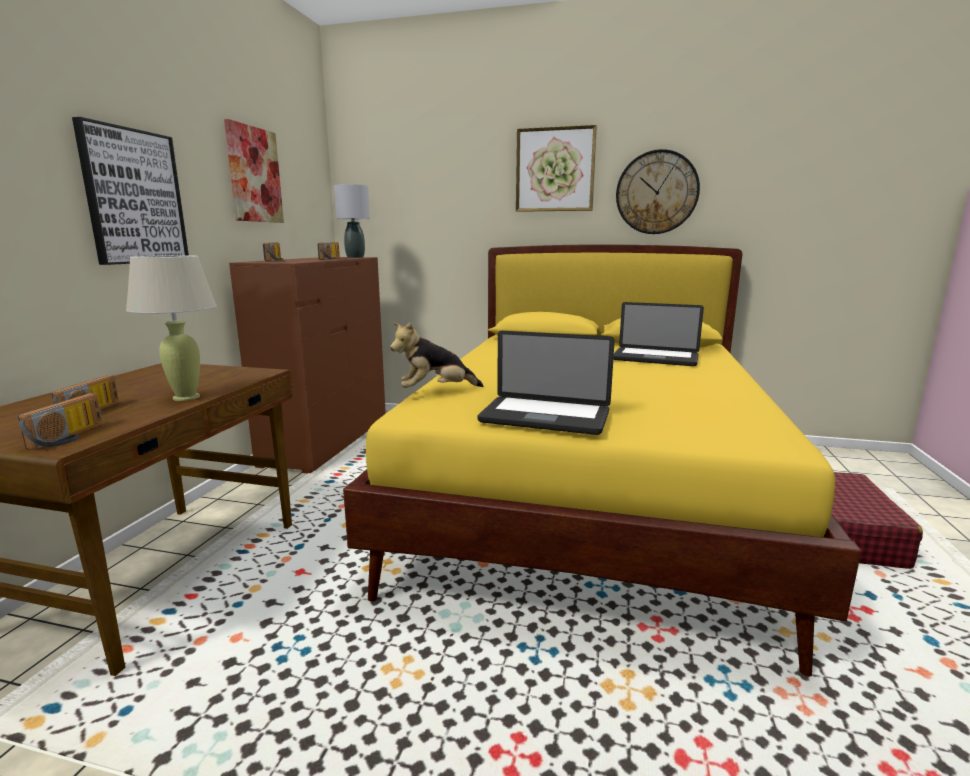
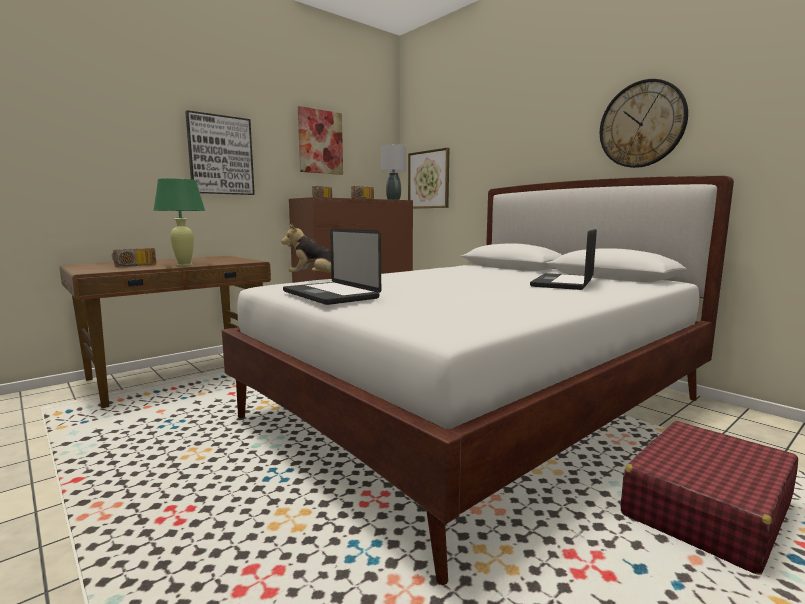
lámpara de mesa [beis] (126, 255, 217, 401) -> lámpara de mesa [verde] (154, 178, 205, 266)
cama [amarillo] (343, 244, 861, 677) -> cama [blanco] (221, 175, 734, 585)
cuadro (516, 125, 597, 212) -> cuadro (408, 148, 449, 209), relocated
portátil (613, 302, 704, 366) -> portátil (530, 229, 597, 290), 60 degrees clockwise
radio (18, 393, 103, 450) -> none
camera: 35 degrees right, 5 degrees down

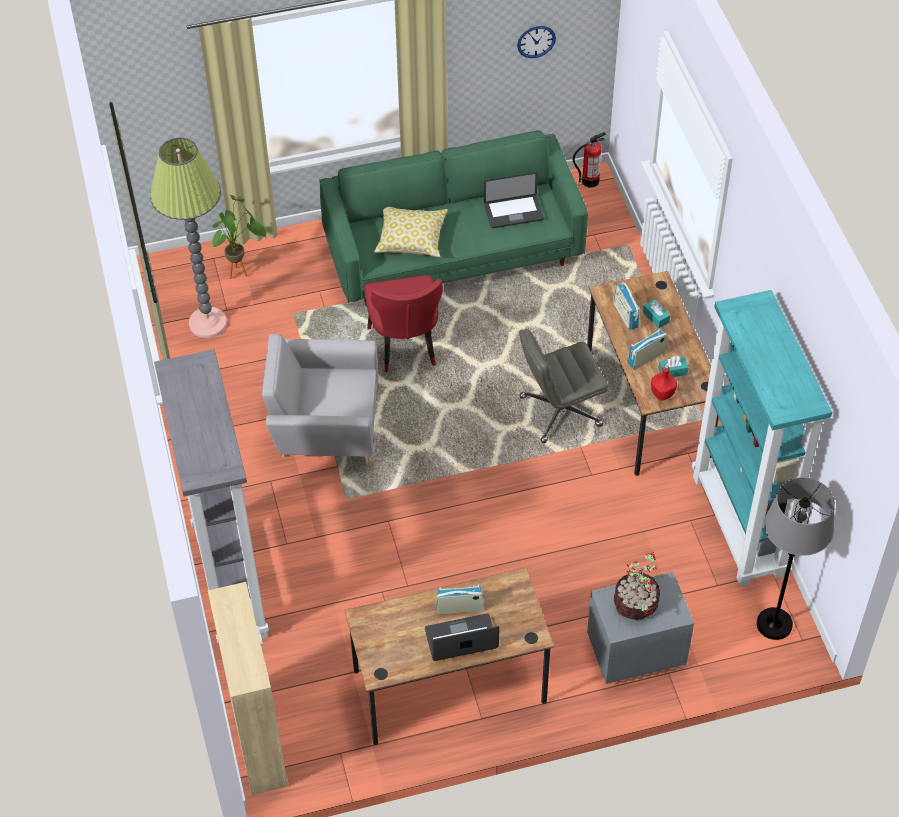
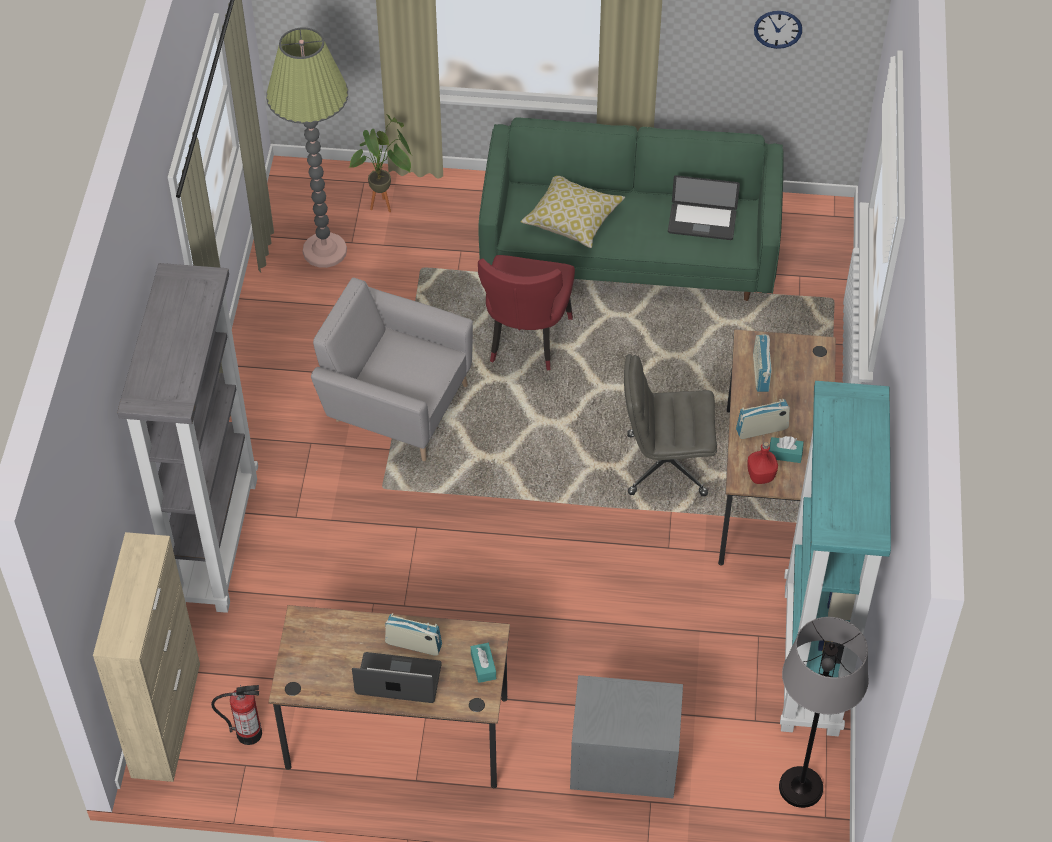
extintor (573, 132, 606, 188) -> extintor (211, 685, 262, 745), relocated
caja de pañuelos [turquesa] (643, 299, 670, 328) -> caja de pañuelos [turquesa] (471, 643, 496, 683), relocated
planta en maceta (614, 552, 660, 620) -> none
camera: 20 degrees right, 0 degrees up

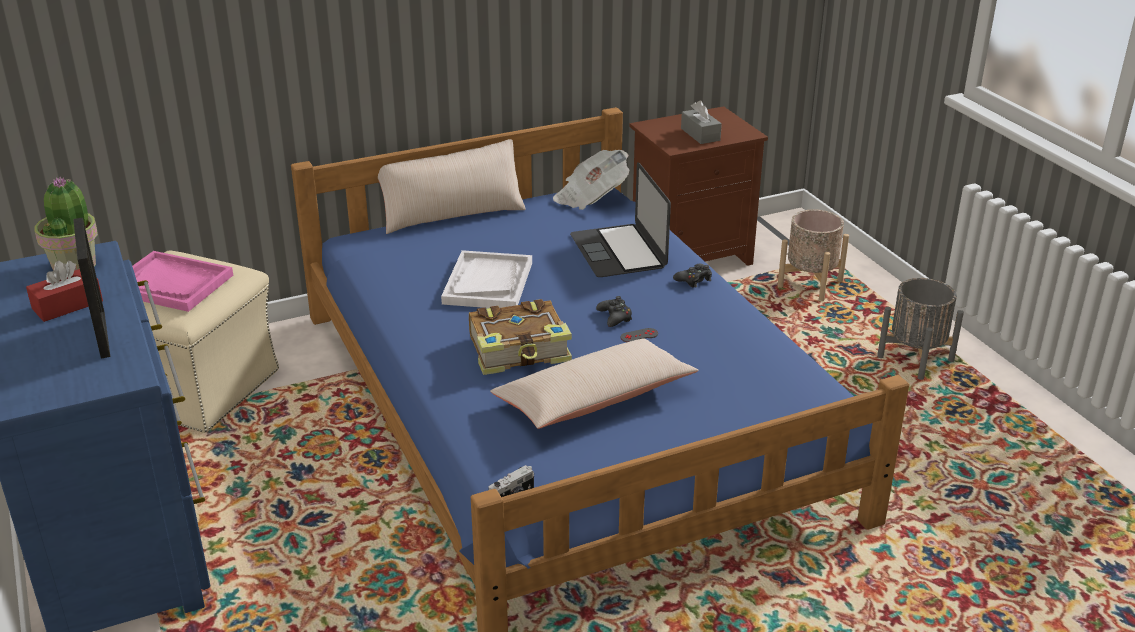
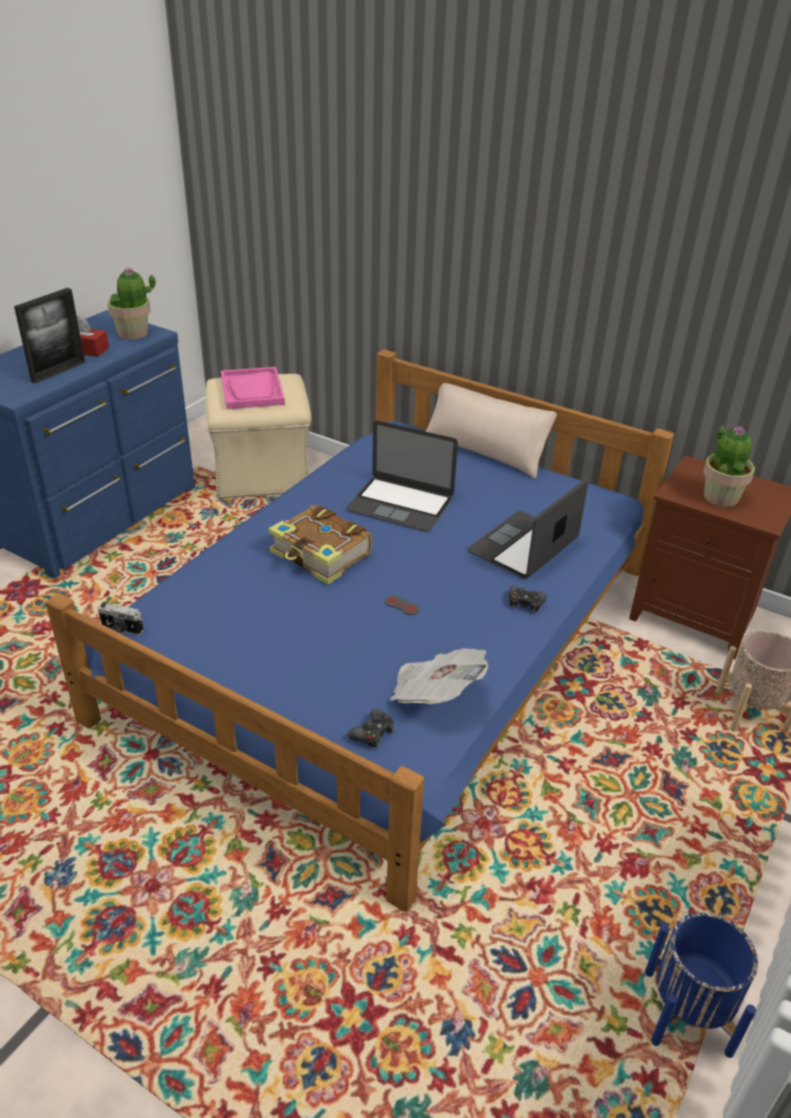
bandeja [blanco] (441, 250, 532, 308) -> portátil (346, 421, 458, 532)
mando de consola [negro] (596, 296, 632, 327) -> mando de consola [negro] (347, 709, 394, 748), relocated
periódico (553, 150, 629, 210) -> periódico (390, 648, 489, 704), relocated
none -> maceta [azul] (645, 912, 758, 1058)
caja de pañuelos [gris] (681, 101, 722, 144) -> planta en maceta (703, 426, 755, 507)
cojín [beis] (490, 338, 698, 429) -> none
maceta [gris] (877, 278, 964, 380) -> none
camera: 55 degrees right, 5 degrees up

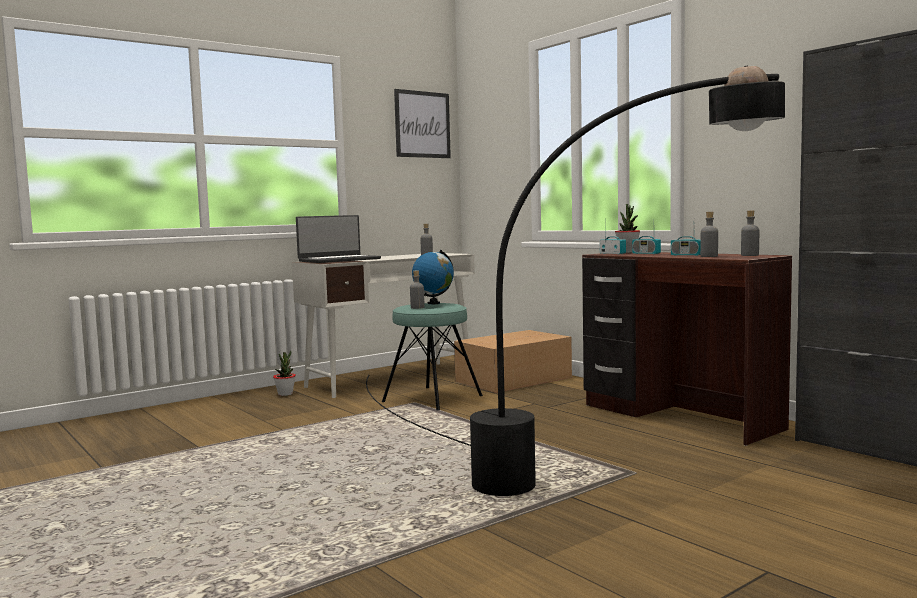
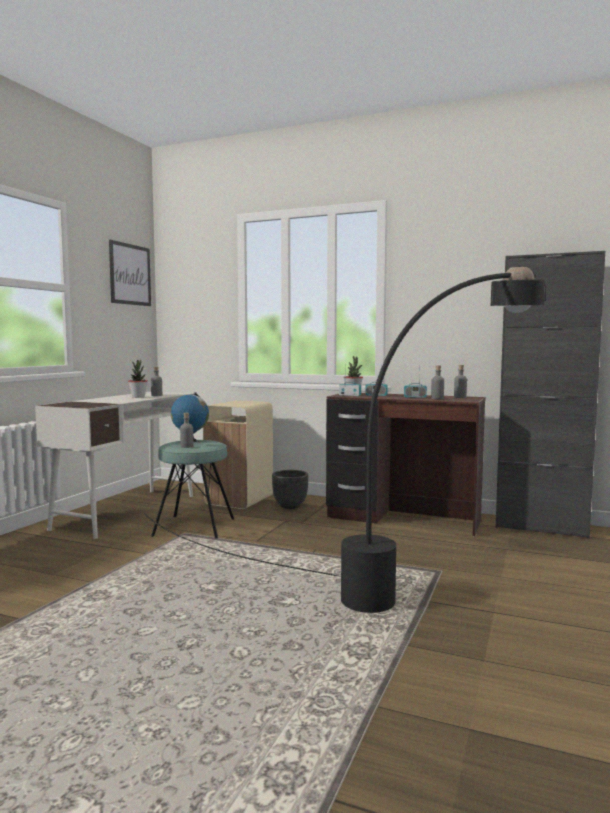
planta en maceta (273, 351, 296, 396) -> planta en maceta (128, 360, 148, 398), relocated
caja de cartón (454, 330, 572, 393) -> papelera [beis] (203, 400, 273, 509)
none -> maceta [negro] (272, 470, 308, 509)
portátil (296, 215, 381, 263) -> none
camera: 30 degrees left, 0 degrees up

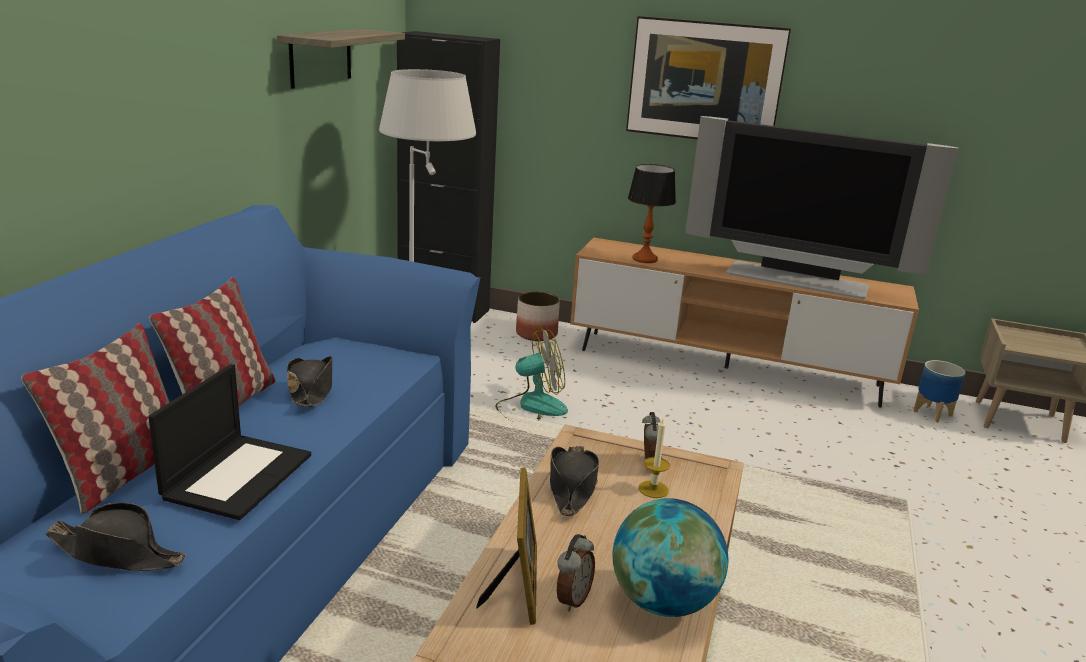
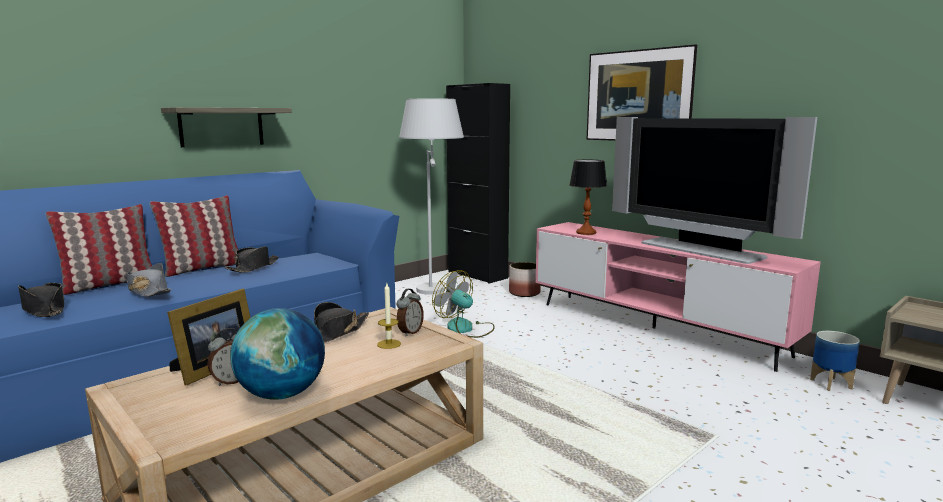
portátil (148, 364, 311, 520) -> sombrero [gris] (127, 263, 171, 297)
estante (277, 29, 405, 89) -> estante (161, 107, 292, 147), relocated
ventilador (496, 327, 568, 423) -> ventilador (432, 270, 495, 338), 150 degrees counterclockwise
mueble de televisión [marrón] (570, 237, 919, 407) -> mueble de televisión [rosa] (536, 222, 821, 372)
camera: 30 degrees right, 10 degrees down

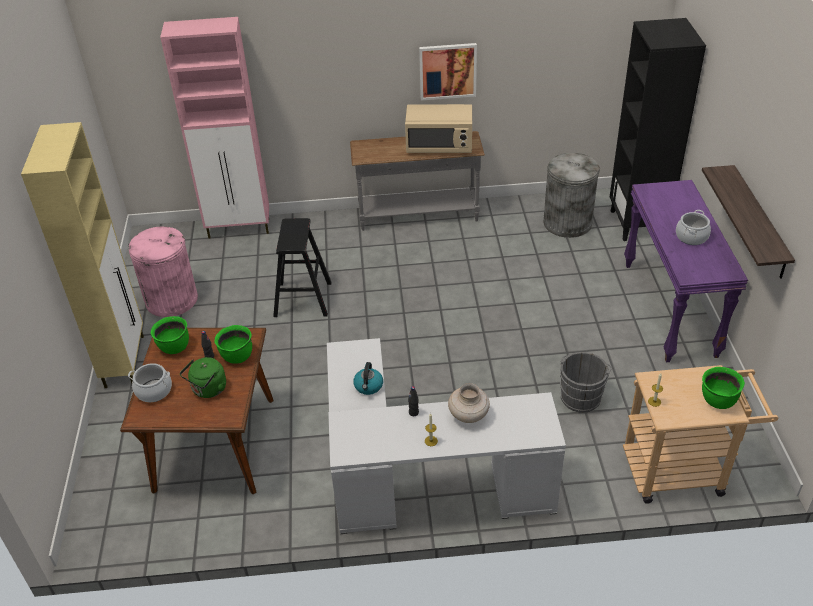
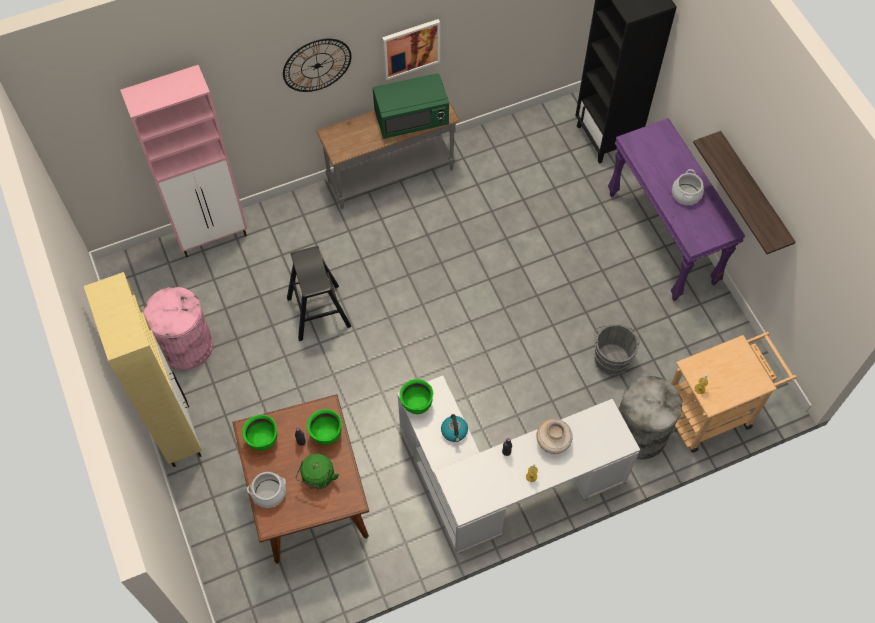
none -> reloj de pared (283, 39, 352, 92)
microondas [beis] (405, 104, 472, 153) -> microondas [verde] (373, 73, 449, 139)
olla [verde] (702, 367, 745, 409) -> olla [verde] (400, 379, 433, 414), relocated
papelera [gris] (543, 153, 600, 238) -> papelera [gris] (619, 376, 683, 459), relocated
camera: 20 degrees left, 20 degrees up

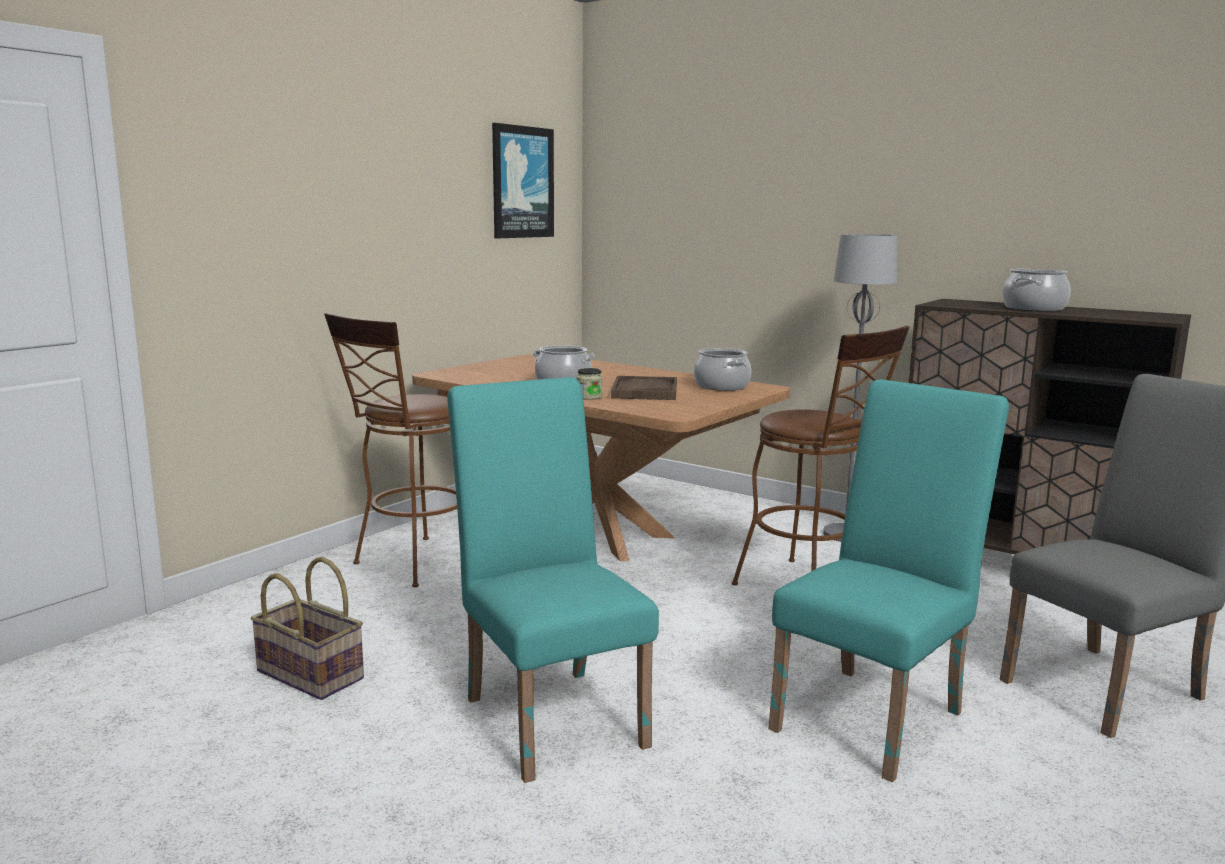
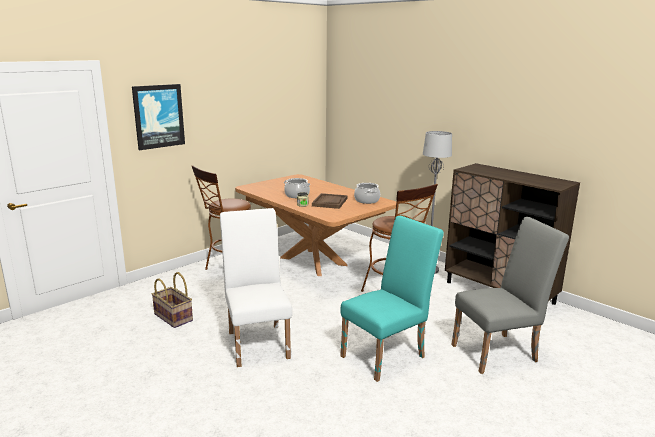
cuadro (492, 123, 554, 238) -> cuadro (132, 84, 185, 150), relocated
silla [turquesa] (447, 377, 659, 783) -> silla [blanco] (220, 208, 292, 367)
olla (1002, 269, 1071, 312) -> none
camera: 10 degrees right, 5 degrees up

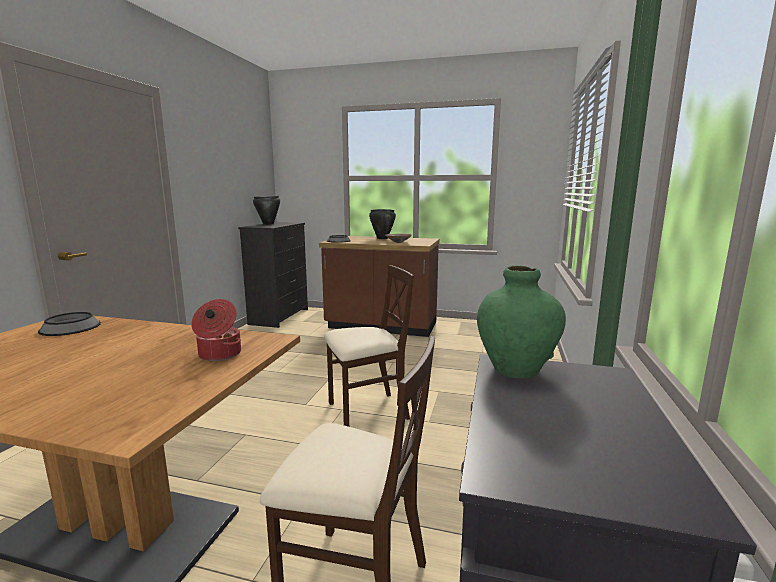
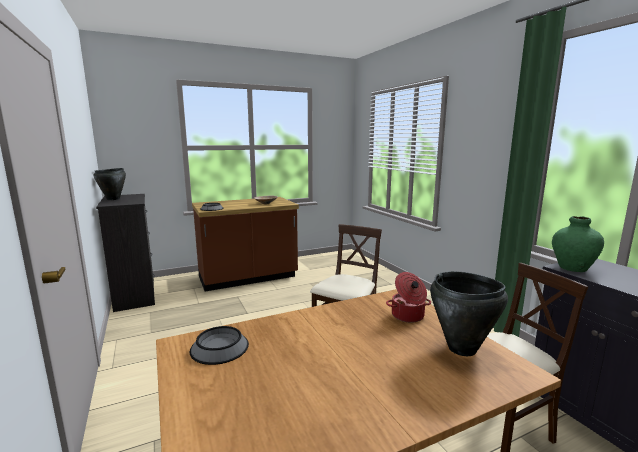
olla [negro] (369, 209, 396, 239) -> olla [negro] (430, 271, 508, 356), relocated
camera: 40 degrees left, 0 degrees up

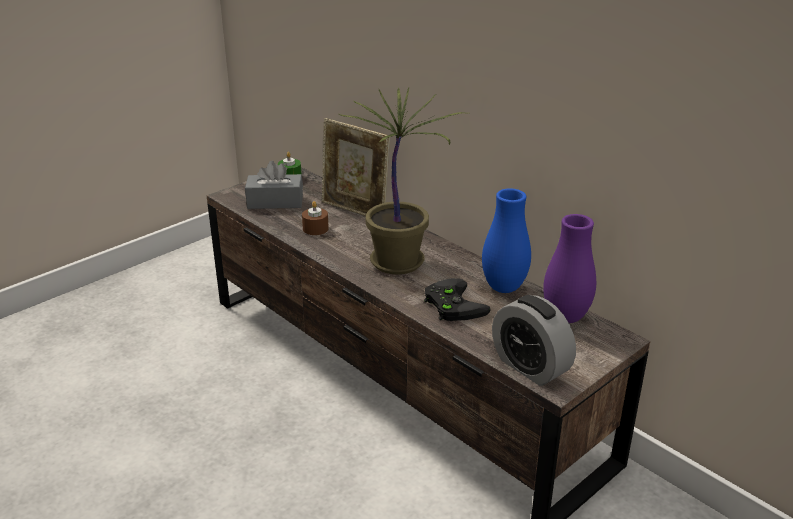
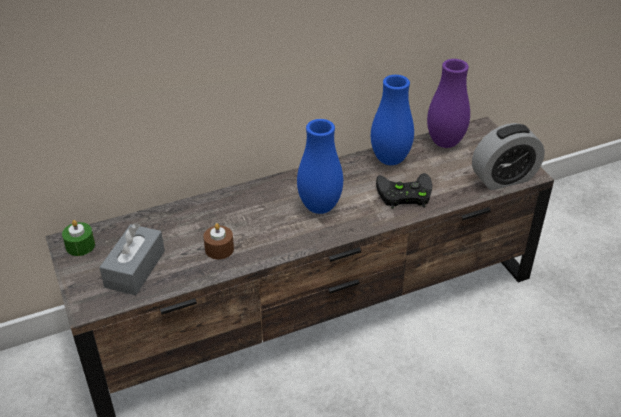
planta en maceta (339, 87, 463, 275) -> florero [azul] (297, 119, 343, 214)
portarretratos (322, 118, 390, 216) -> none
camera: 70 degrees left, 10 degrees up

